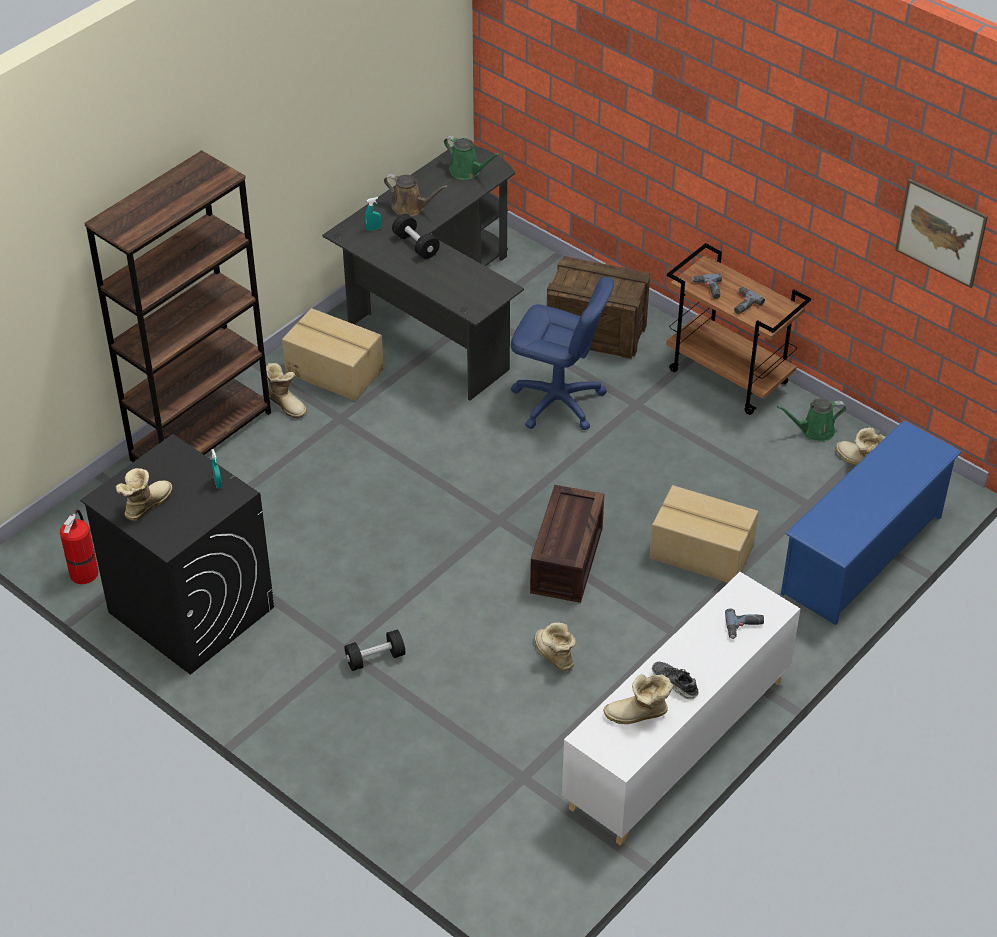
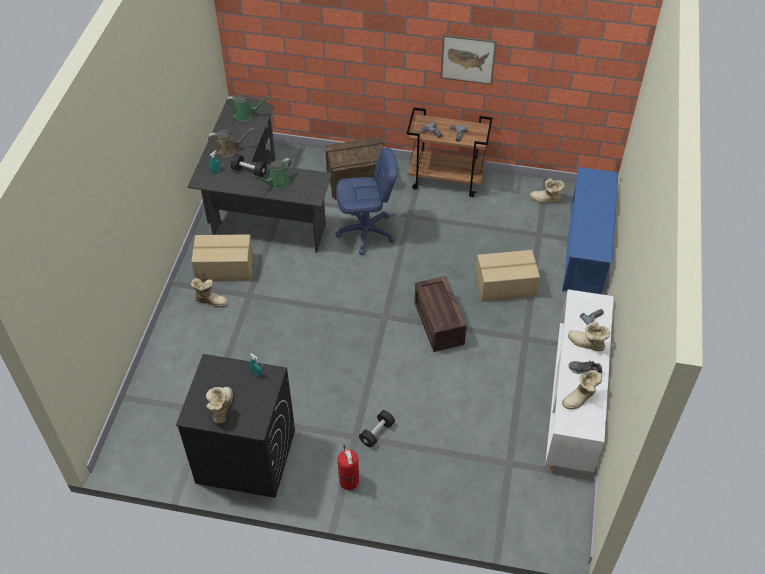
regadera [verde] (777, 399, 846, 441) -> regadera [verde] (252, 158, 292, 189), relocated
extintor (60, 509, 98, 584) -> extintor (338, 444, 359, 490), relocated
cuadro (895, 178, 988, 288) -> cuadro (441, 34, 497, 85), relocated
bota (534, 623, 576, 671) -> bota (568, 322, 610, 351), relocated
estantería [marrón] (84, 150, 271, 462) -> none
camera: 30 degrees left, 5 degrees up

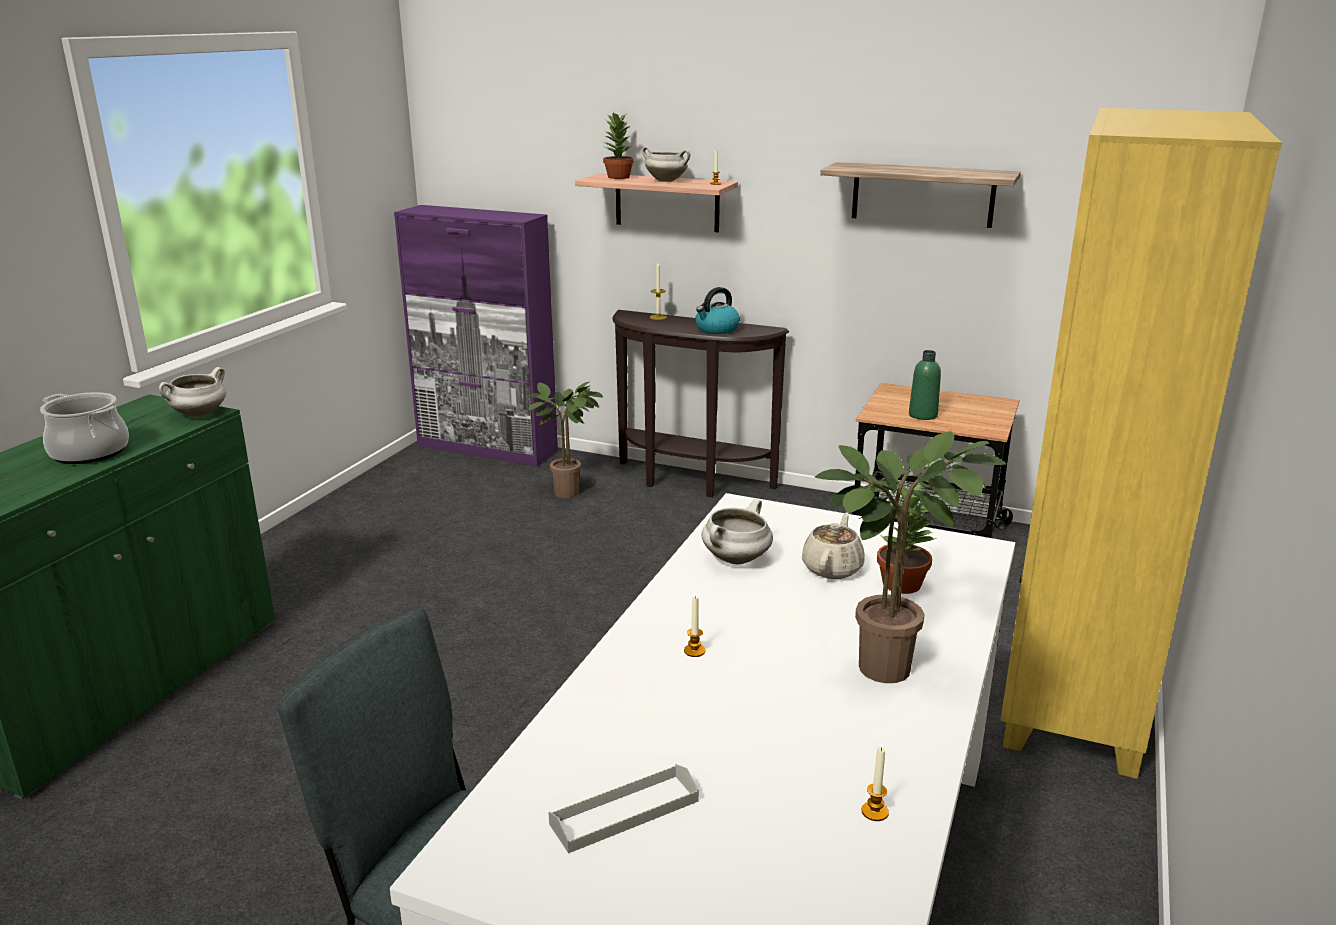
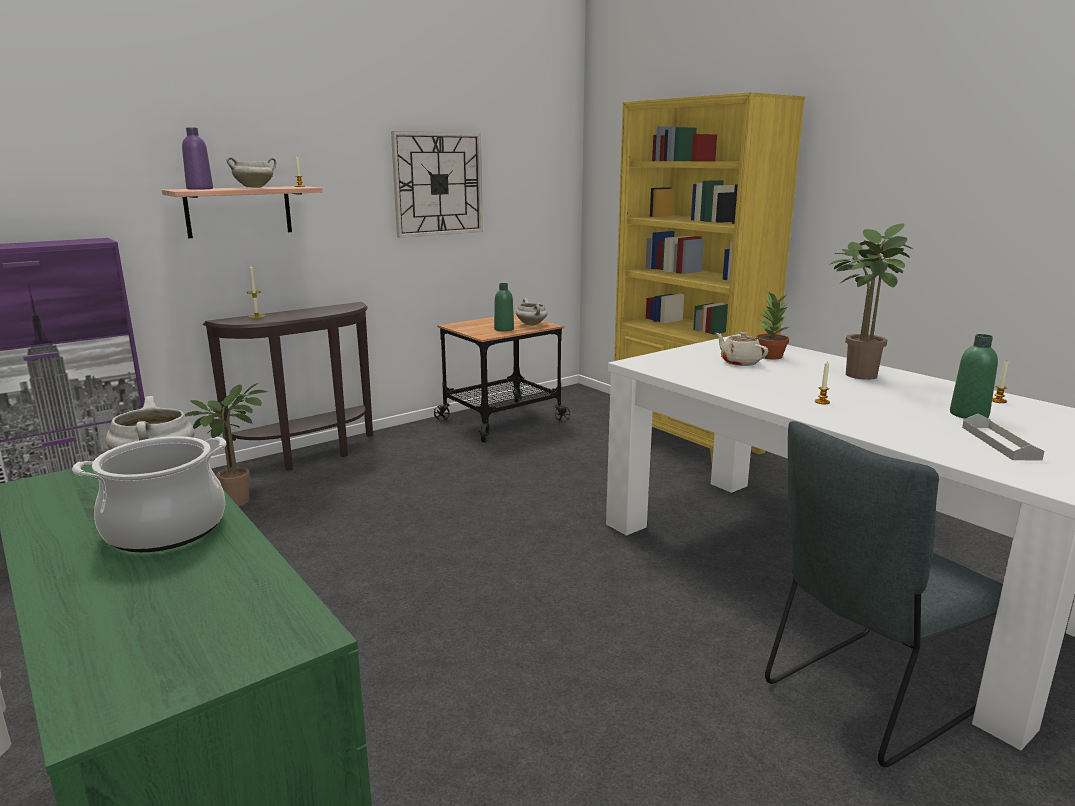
planta en maceta (603, 112, 634, 179) -> botella [morado] (182, 127, 213, 190)
estante (820, 162, 1021, 228) -> reloj de pared (391, 131, 483, 238)
olla [blanco] (702, 499, 773, 564) -> olla [blanco] (516, 299, 547, 326), relocated
none -> botella [verde] (950, 334, 998, 419)
hervidor (695, 287, 740, 334) -> none
camera: 60 degrees left, 5 degrees down

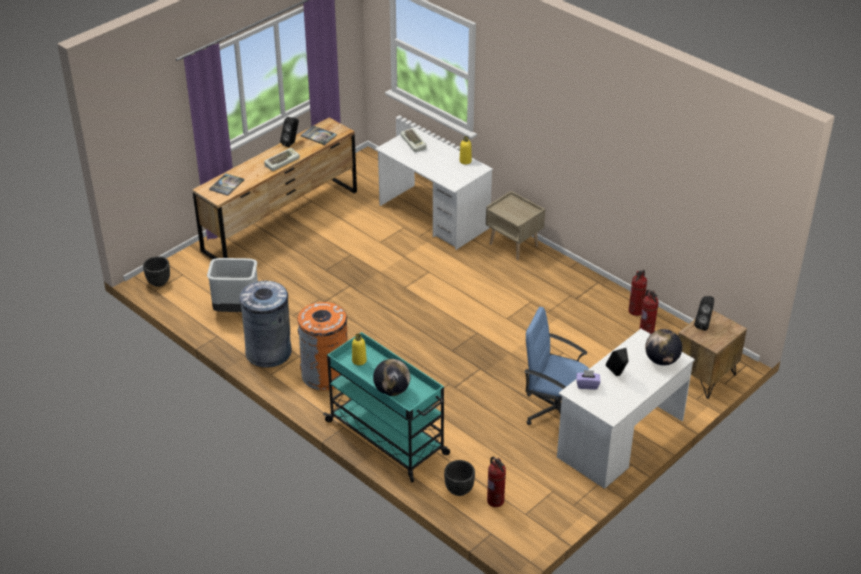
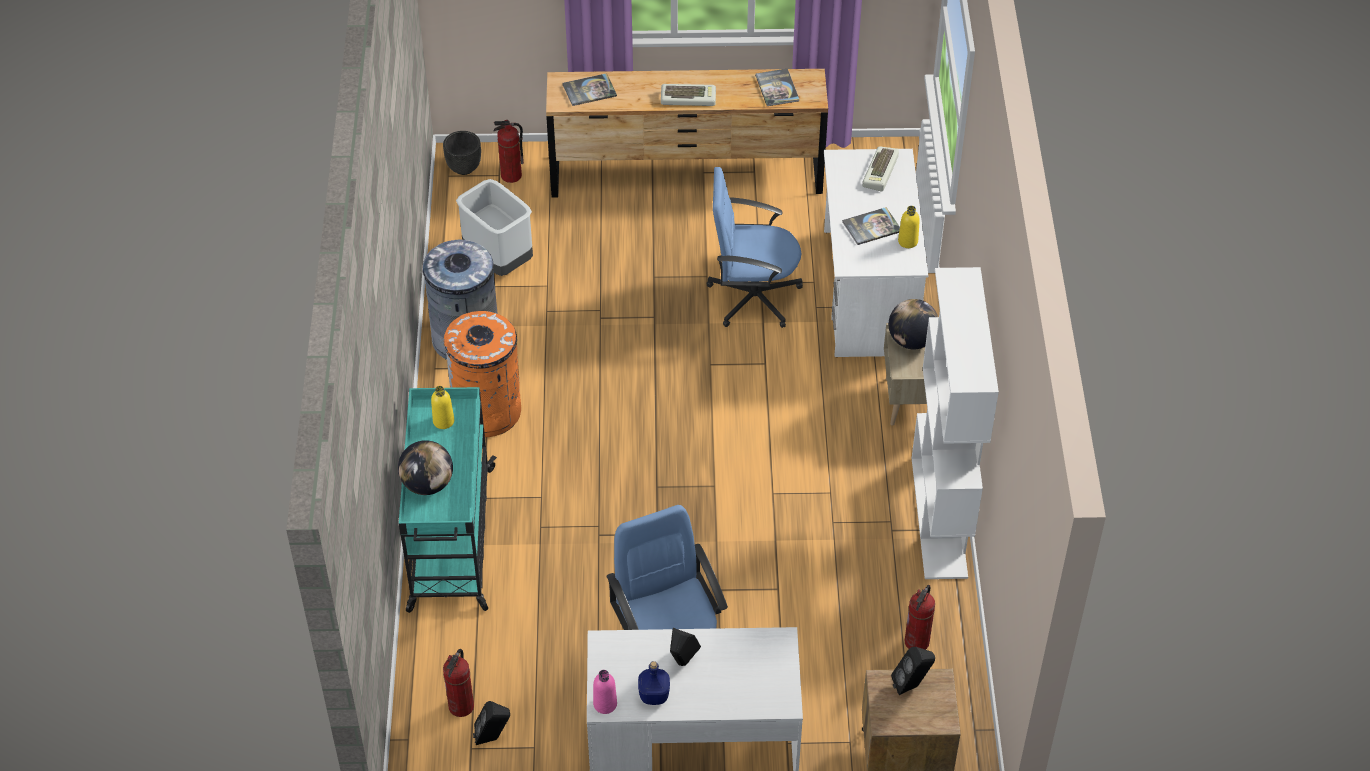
altavoz [negro] (280, 117, 299, 147) -> altavoz [negro] (473, 701, 510, 745), relocated
extintor (629, 270, 647, 316) -> extintor (493, 120, 524, 183), relocated
none -> botella [rosa] (593, 670, 617, 714)
none -> botella [azul] (638, 661, 670, 705)
none -> silla de oficina [azul] (707, 167, 803, 328)
none -> libro (842, 207, 900, 245)
globo terráqueo (645, 329, 682, 366) -> globo terráqueo (888, 299, 938, 349), relocated
none -> estantería [blanco] (912, 267, 999, 579)
maceta [negro] (444, 460, 475, 496) -> none
caja de pañuelos [morado] (576, 370, 600, 390) -> none
camera: 45 degrees right, 10 degrees up

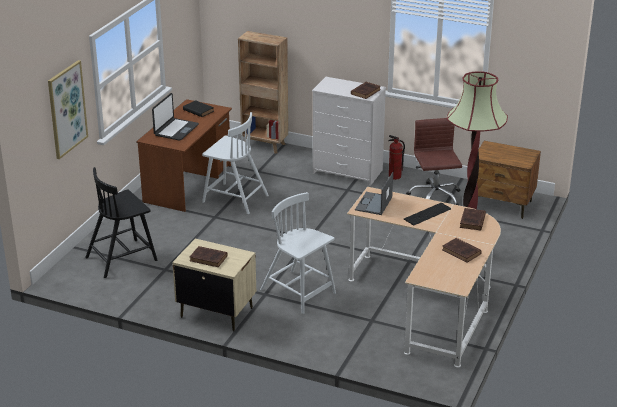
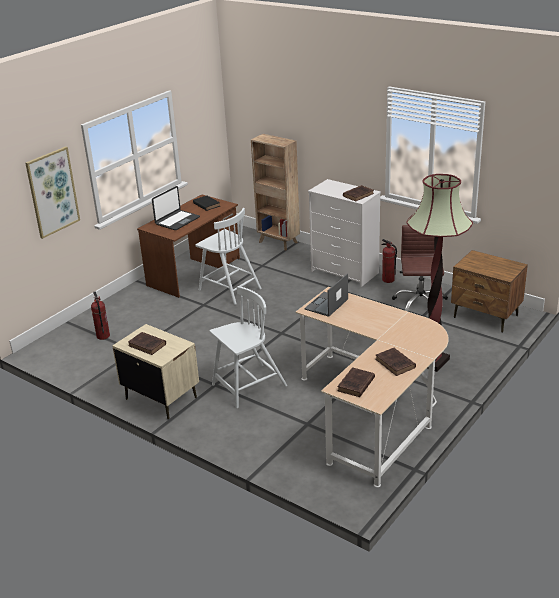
silla [negro] (85, 167, 157, 278) -> extintor (91, 291, 110, 340)
silla [blanco] (260, 192, 336, 314) -> silla [blanco] (210, 286, 287, 408), 90 degrees clockwise
libro [marrón] (460, 208, 486, 231) -> libro [marrón] (337, 367, 375, 397), relocated
teclado (404, 203, 451, 225) -> none
camera: 15 degrees right, 0 degrees up

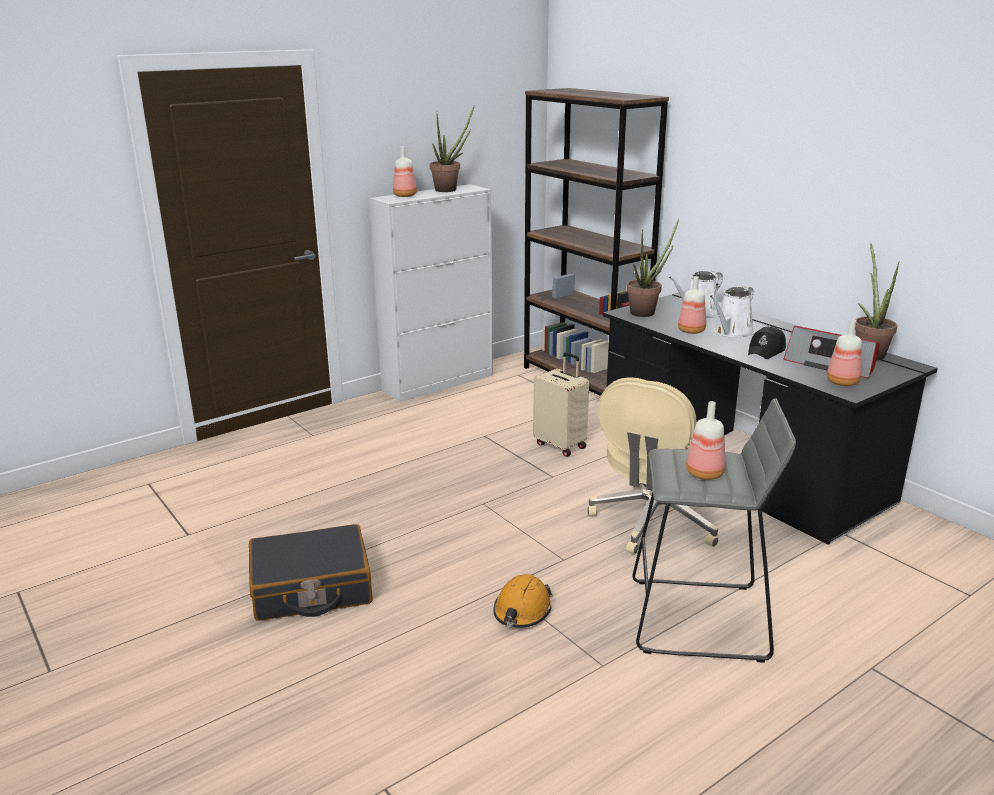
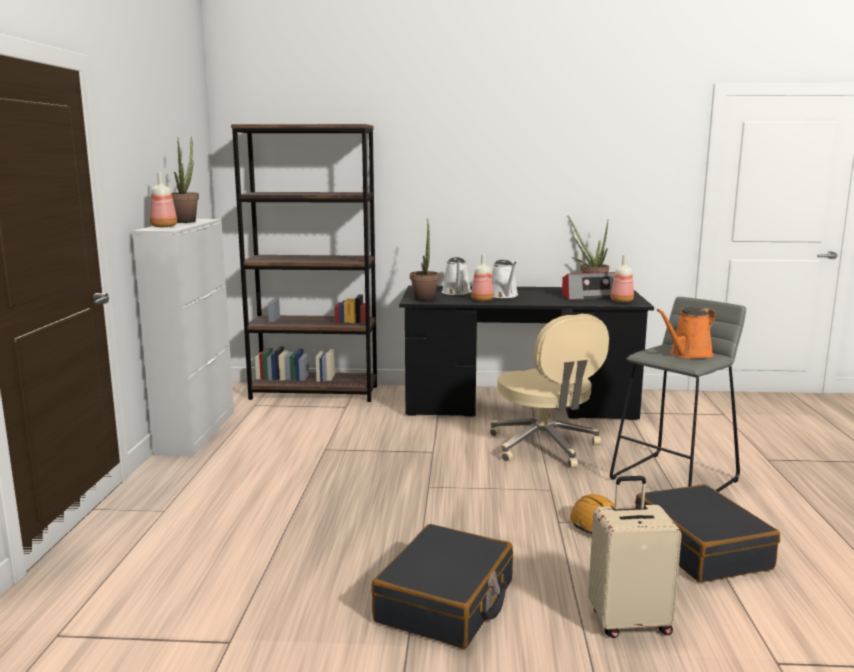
maleta [beis] (533, 352, 589, 457) -> maleta [beis] (588, 476, 682, 638), relocated
none -> maleta [negro] (635, 484, 780, 582)
botella (686, 401, 725, 480) -> regadera [naranja] (657, 307, 715, 359)
gorra [negro] (748, 326, 786, 359) -> none
camera: 50 degrees left, 10 degrees down

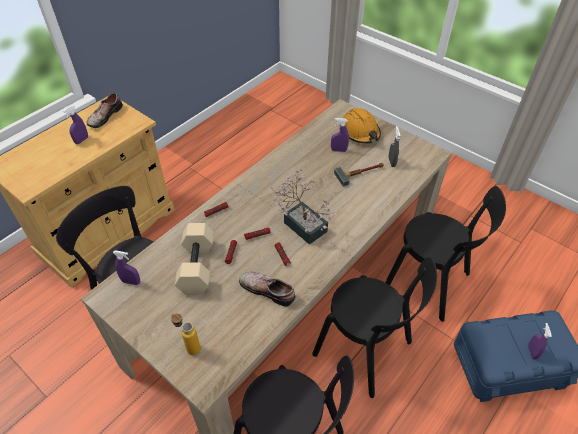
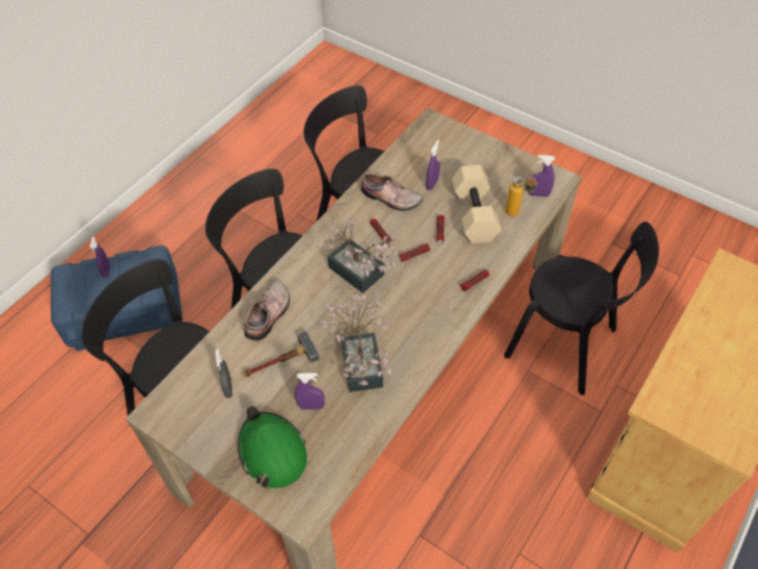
casco [naranja] (344, 108, 381, 143) -> casco [verde] (238, 406, 307, 488)
zapato (86, 93, 123, 128) -> zapato (244, 281, 290, 341), relocated
none -> planta en maceta (323, 293, 392, 392)
pulverizador [morado] (63, 106, 88, 144) -> pulverizador [morado] (426, 140, 440, 190), relocated
botella (171, 313, 201, 355) -> botella (505, 177, 537, 217), relocated
camera: 175 degrees right, 5 degrees up

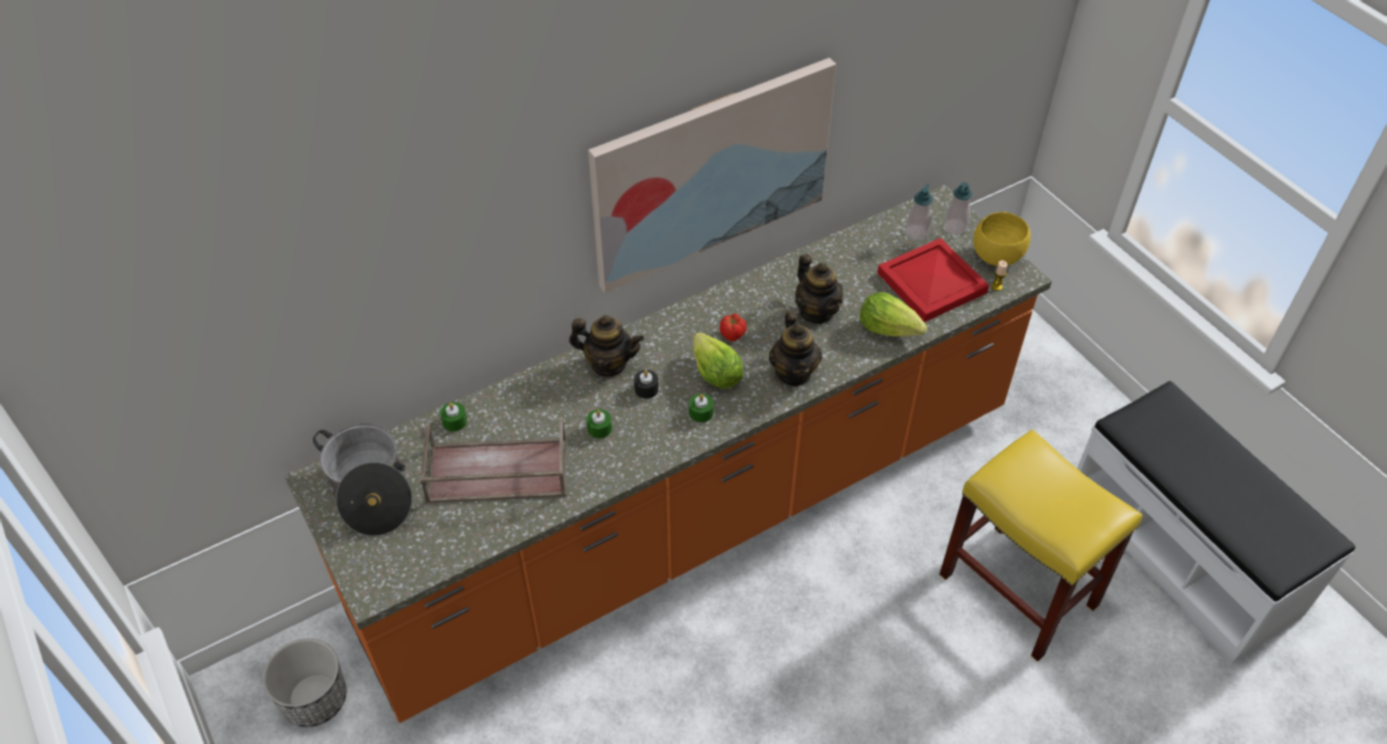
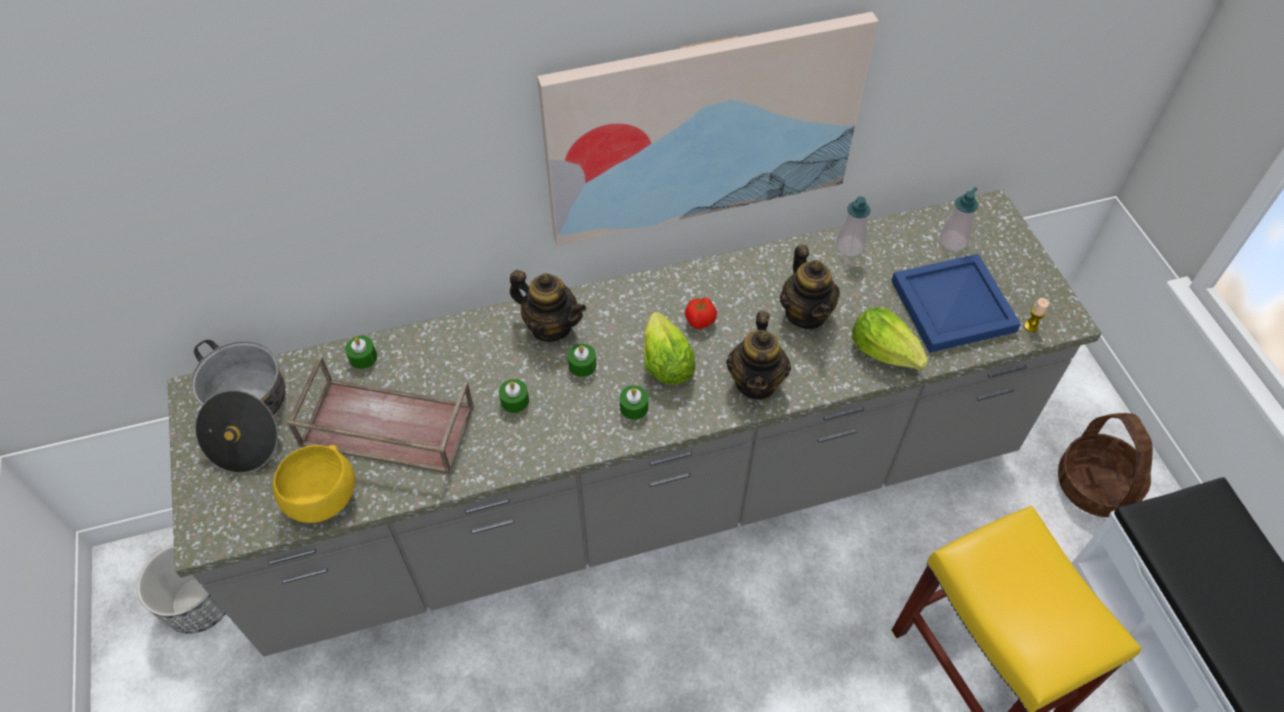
mueble bajo de cocina [naranja] (284, 185, 1052, 723) -> mueble bajo de cocina [gris] (168, 189, 1102, 657)
cuenco [amarillo] (973, 212, 1031, 266) -> cuenco [amarillo] (273, 445, 355, 523), relocated
vela [negro] (634, 370, 659, 399) -> vela [verde] (568, 344, 596, 377)
dispensador de jabón (944, 182, 972, 235) -> dispensador de jabón (836, 196, 870, 257), relocated
bandeja [rojo] (877, 238, 989, 322) -> bandeja [azul] (891, 254, 1021, 353)
none -> cesta (1058, 413, 1153, 517)
camera: 15 degrees right, 5 degrees up

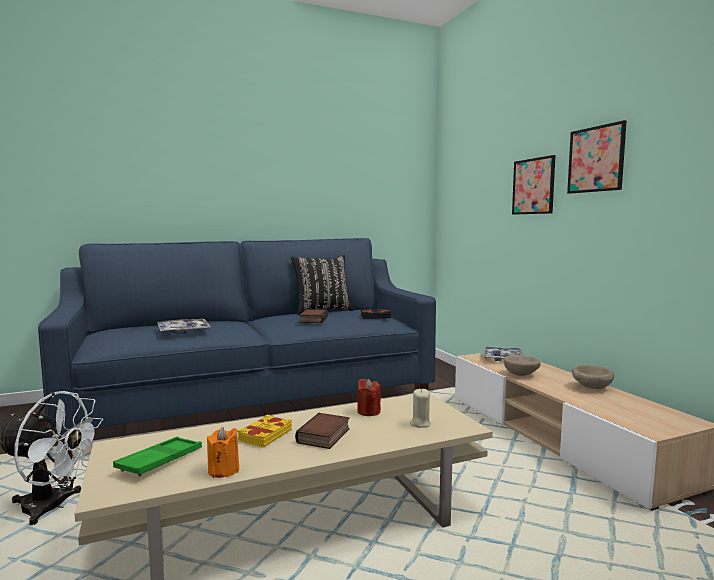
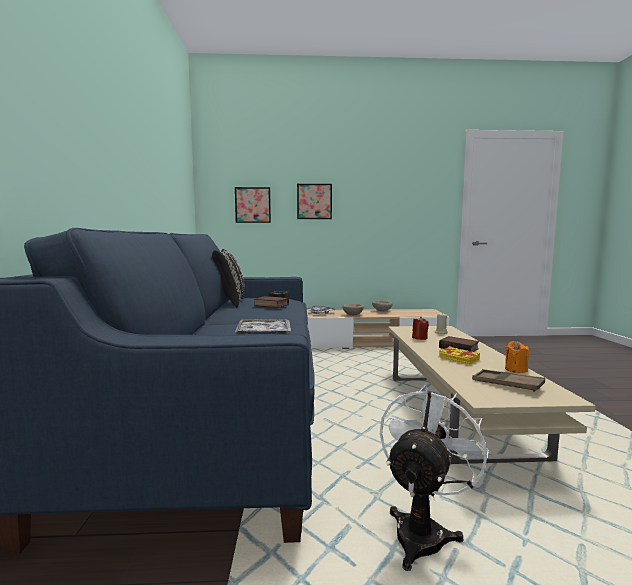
cuadro (567, 120, 627, 194) -> cuadro (235, 187, 271, 223), relocated
bandeja [verde] (113, 437, 202, 477) -> bandeja [marrón] (472, 369, 545, 392)
camera: 70 degrees left, 0 degrees up

